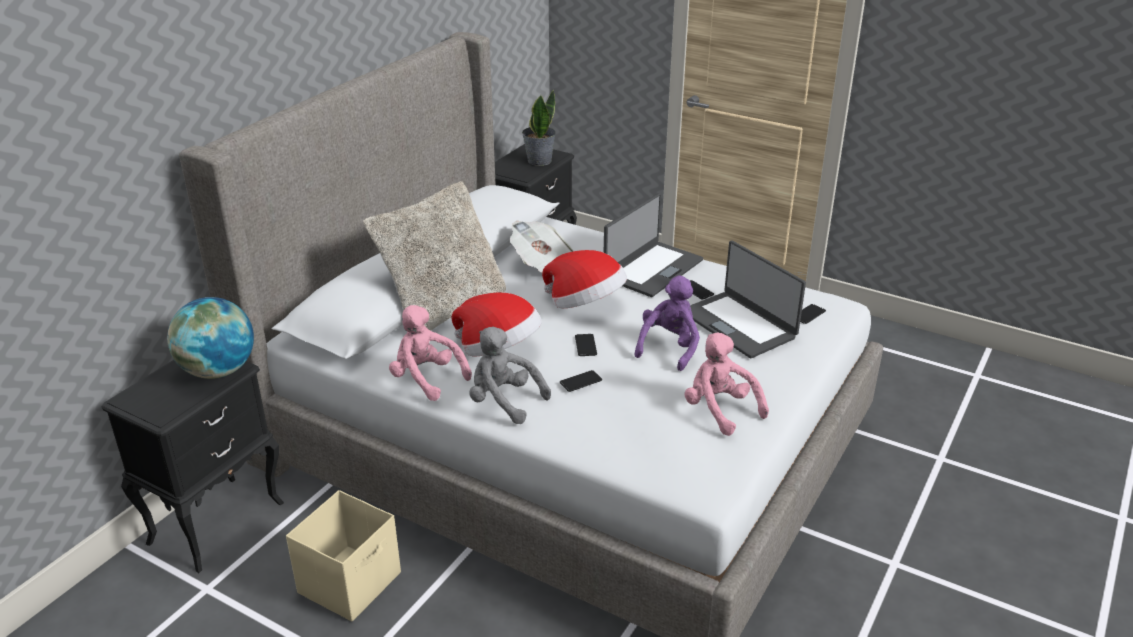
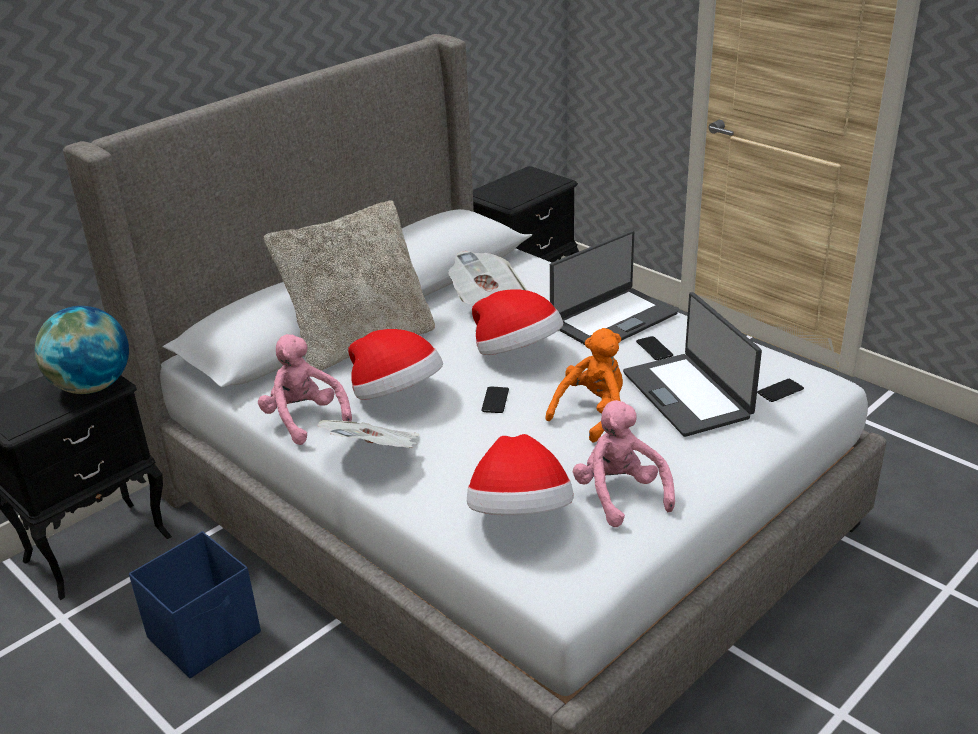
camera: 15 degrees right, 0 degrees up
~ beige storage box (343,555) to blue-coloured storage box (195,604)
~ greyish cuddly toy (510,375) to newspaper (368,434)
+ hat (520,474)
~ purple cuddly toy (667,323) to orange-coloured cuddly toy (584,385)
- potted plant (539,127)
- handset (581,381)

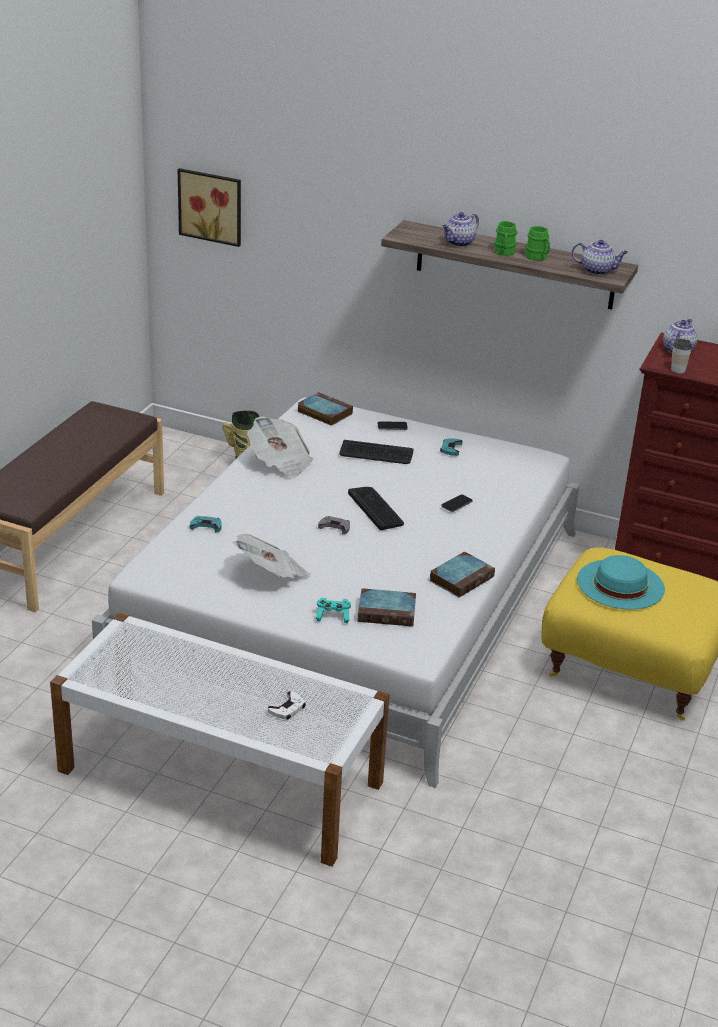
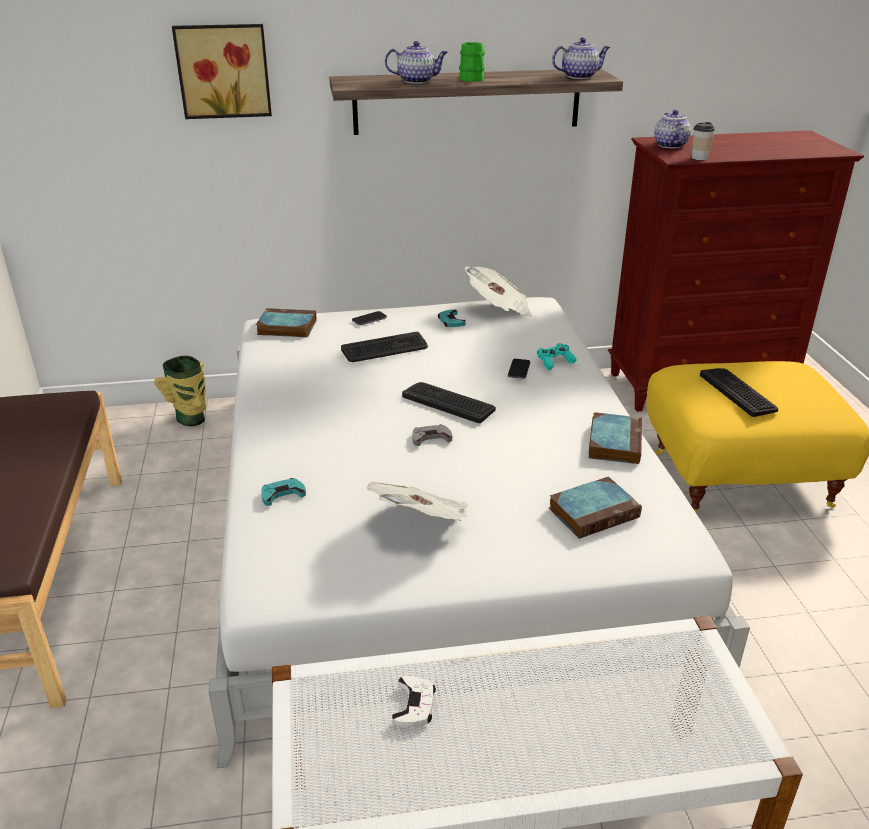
camera: 30 degrees left, 0 degrees up
~ picture (209,207) to (222,71)
~ pot for tea (461,229) = (416,62) 105 degrees counterclockwise
~ whitish joypad (287,705) to (414,701)
~ newspaper (280,447) to (498,291)
~ blue-green joypad (333,610) to (557,356)
~ blue-green hat (621,582) to computer keyboard (739,392)
- greenish mug (537,243)

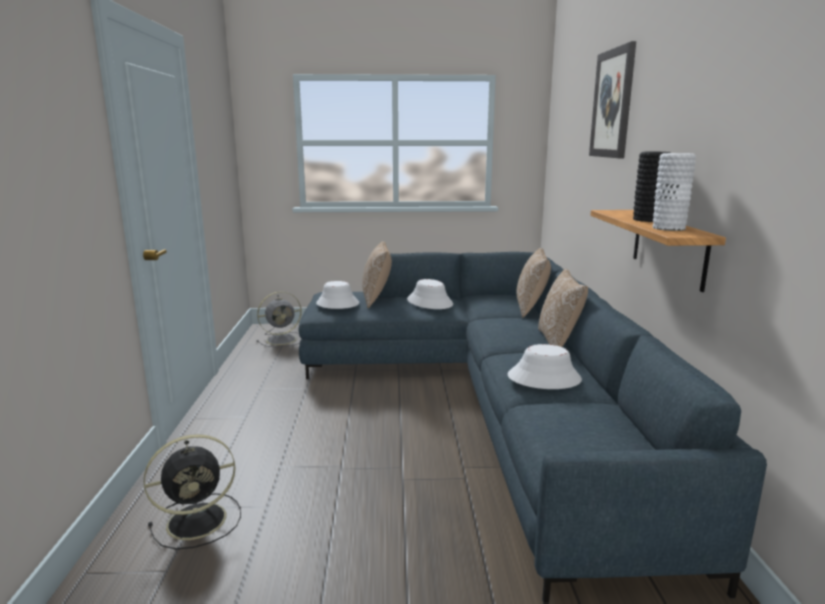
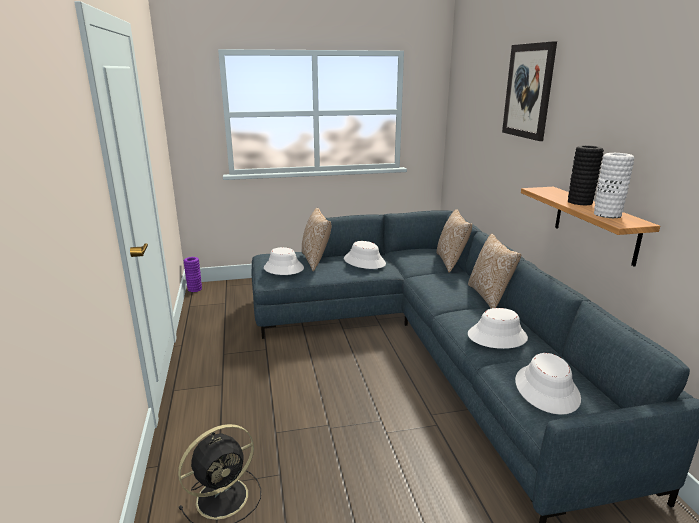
camera: 10 degrees left, 5 degrees up
+ purple vase (193,274)
+ whitish hat (548,384)
- greyish electric fan (279,319)

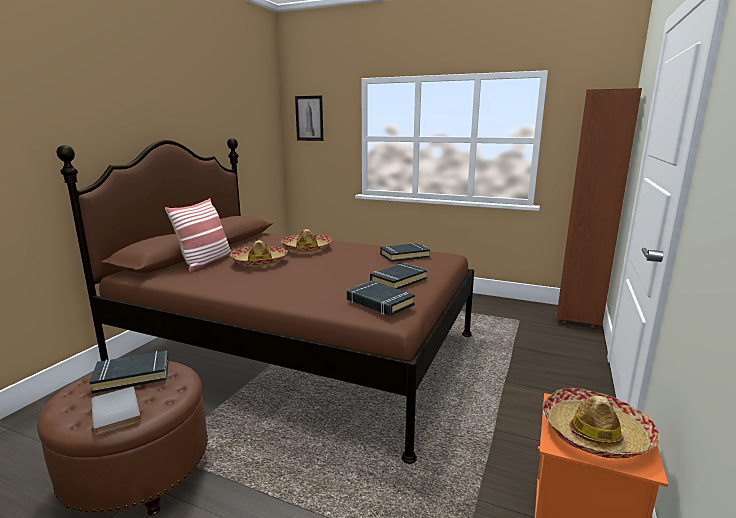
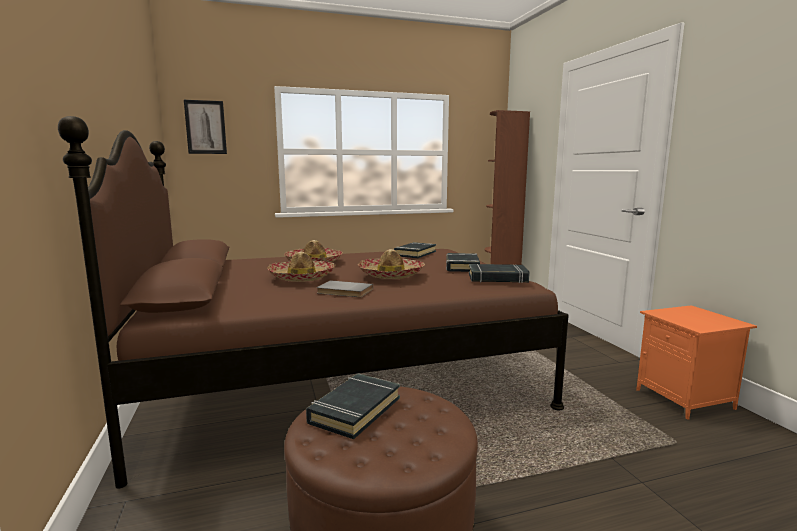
camera: 40 degrees left, 5 degrees down
~ greyish volume (116,410) to (345,288)
~ hat (601,423) to (391,264)
- pillow (198,235)

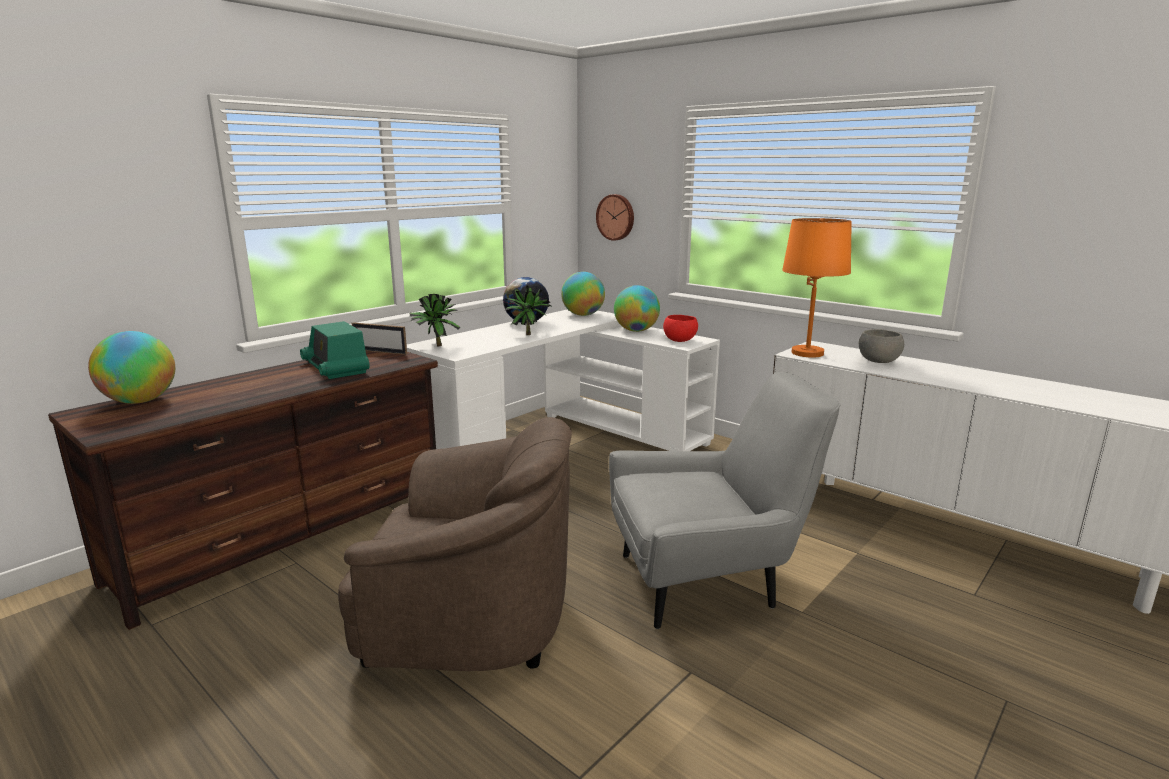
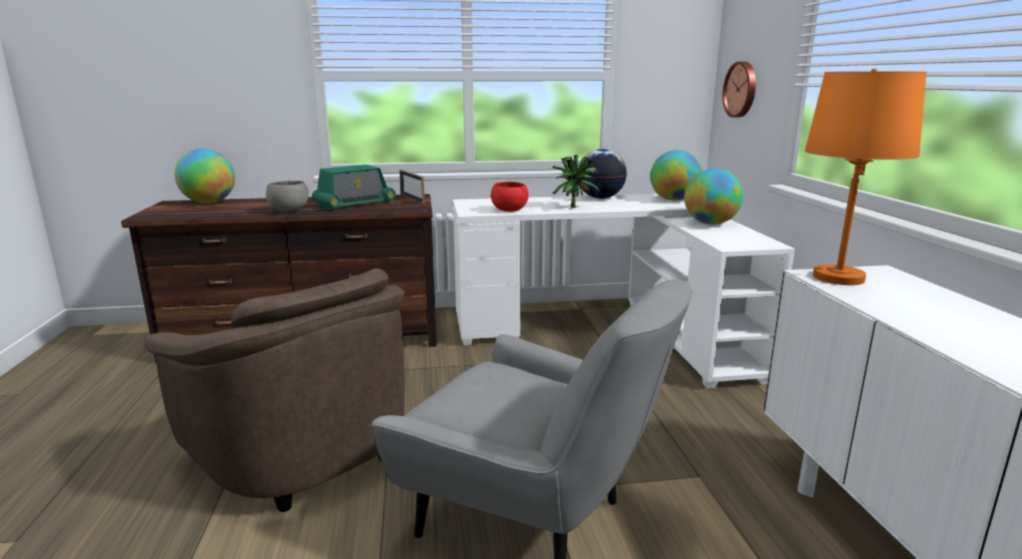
camera: 40 degrees right, 0 degrees up
~ greyish bowl (881,346) to (287,196)
~ radio receiver (335,350) = (354,187) 135 degrees counterclockwise
~ red-coloured bowl (680,328) to (510,197)
- potted plant (434,320)

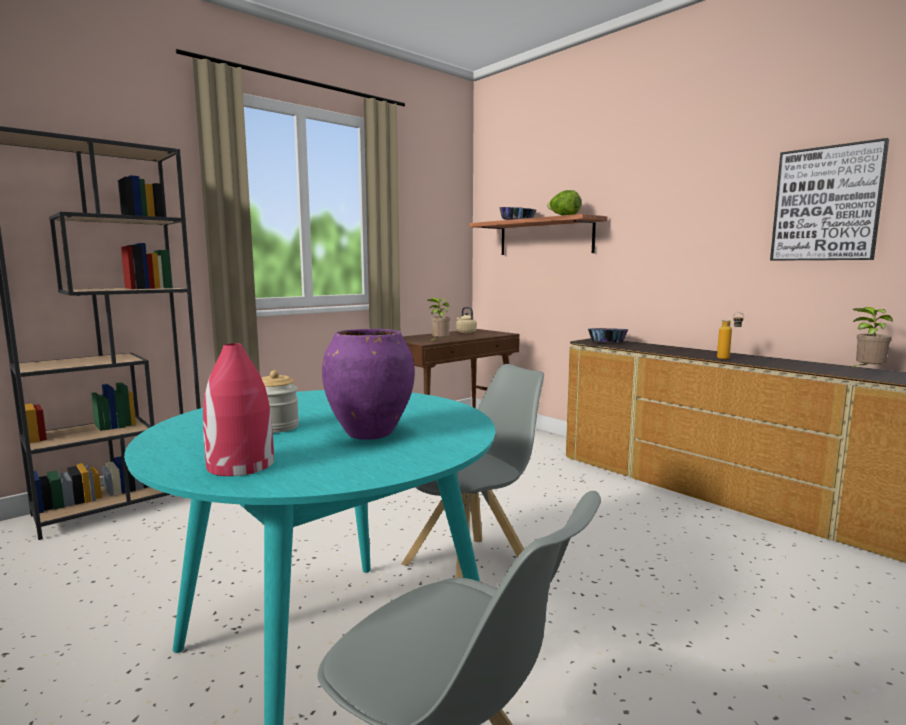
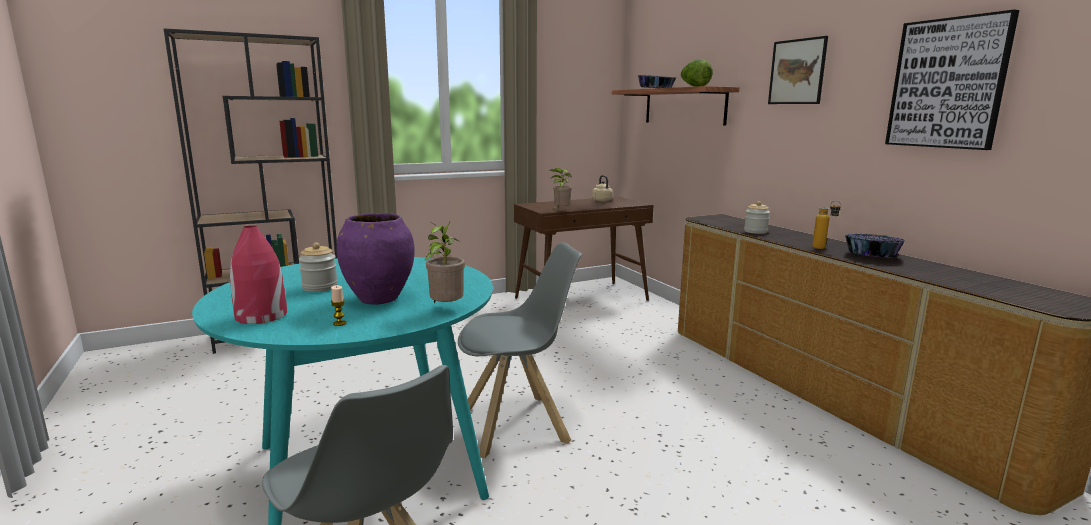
camera: 15 degrees right, 5 degrees up
+ wax candle (339,305)
~ potted plant (871,338) to (445,263)
+ jar (757,217)
+ picture (798,70)
~ bowl (608,335) to (875,245)

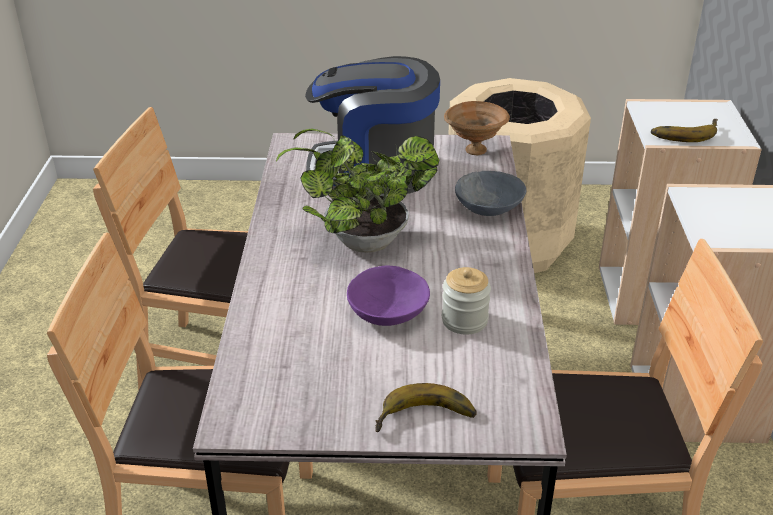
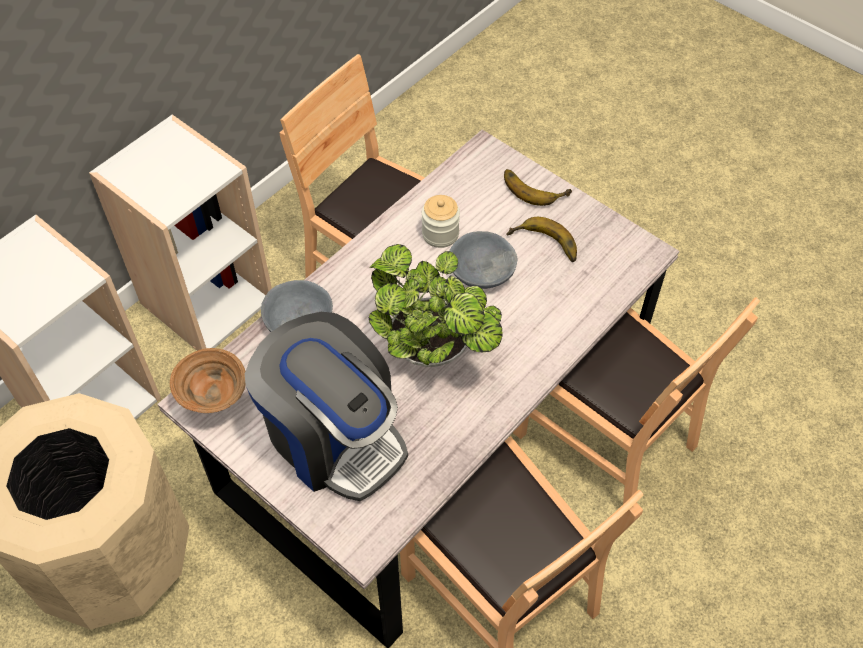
camera: 140 degrees left, 20 degrees up
~ purple bowl (388,295) to greyish bowl (483,260)
~ banana fruit (684,130) to (541,239)

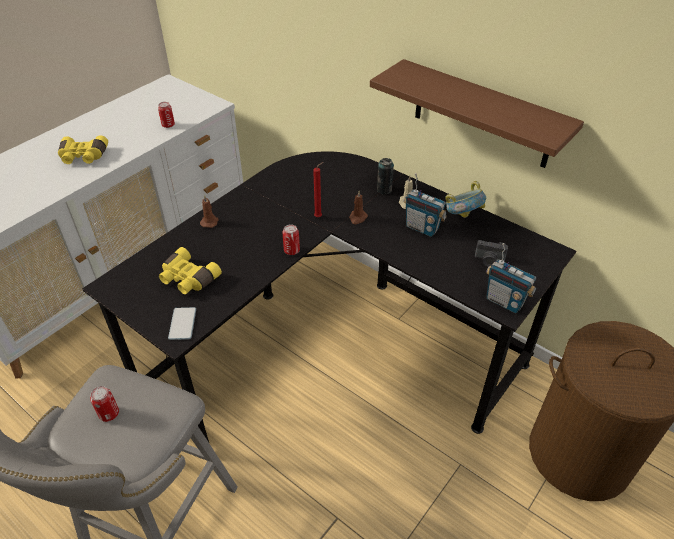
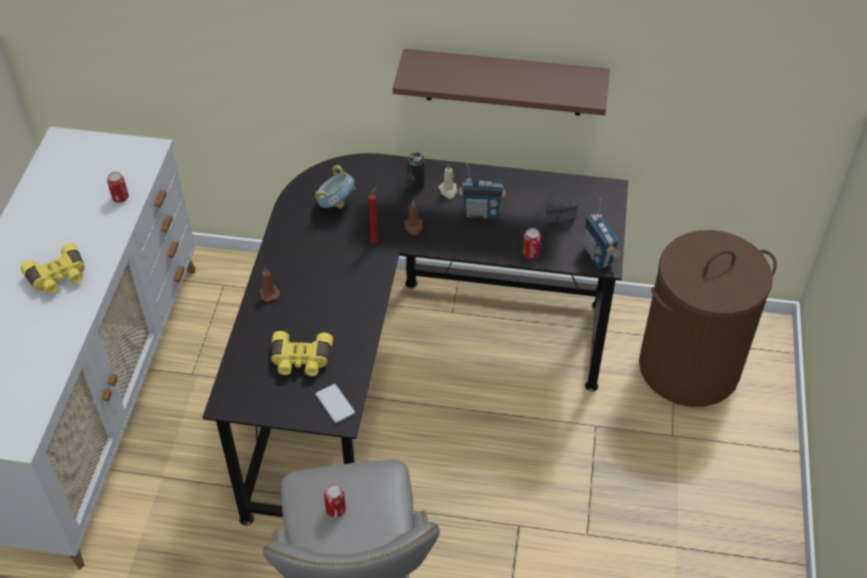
camera: 30 degrees left, 5 degrees up
~ bowl (465,199) to (335,186)
~ metal can (291,239) to (532,243)
~ radio receiver (511,278) = (602,233) 60 degrees clockwise

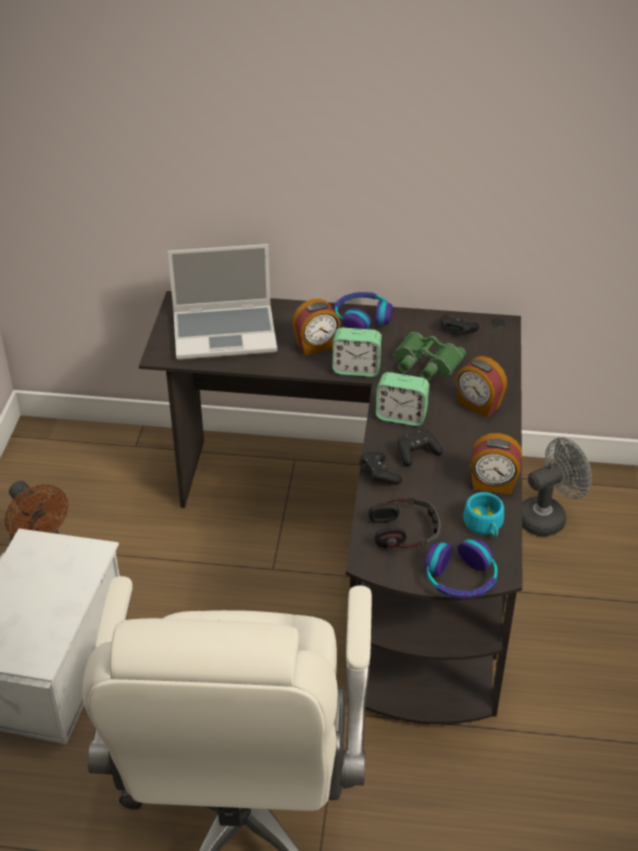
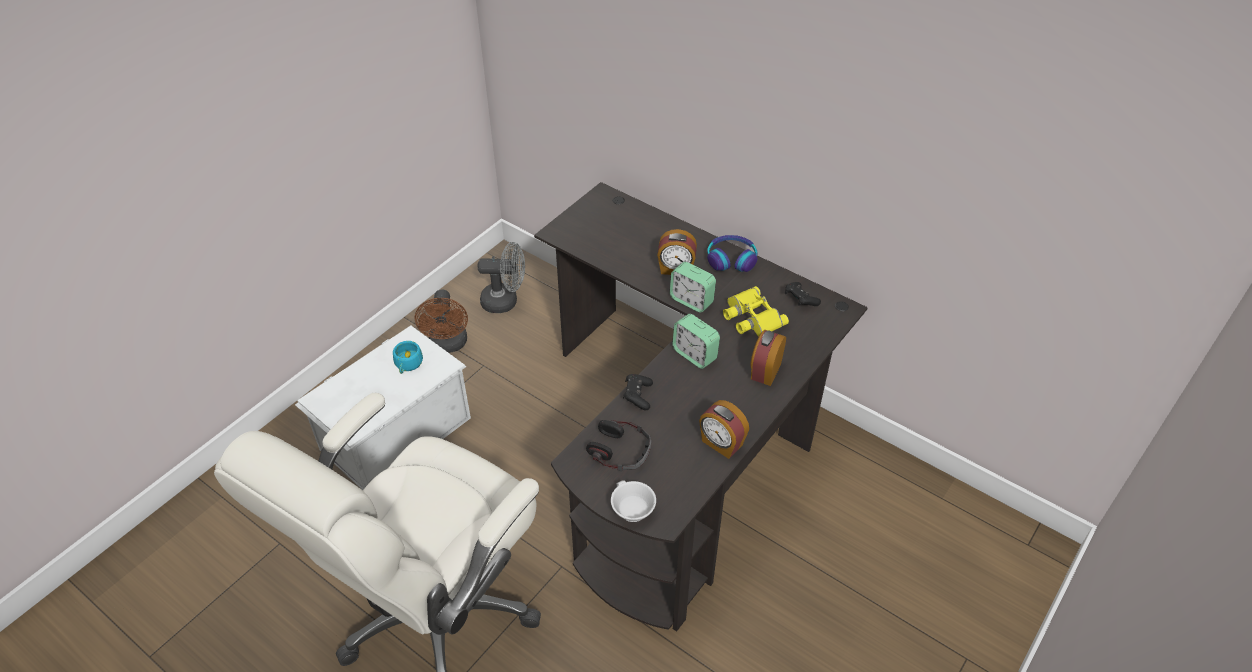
camera: 30 degrees right, 5 degrees up
~ blue-green small cup (483,514) to (408,357)
~ greyish electric fan (557,487) to (501,277)
~ pair of headphones (461,568) to whitish small cup (633,501)
~ greenish binoculars (429,356) to yellowish binoculars (756,311)
~ alarm clock (481,387) = (768,358) 45 degrees clockwise
- laptop (222,302)
- black-coloured joypad (420,448)

